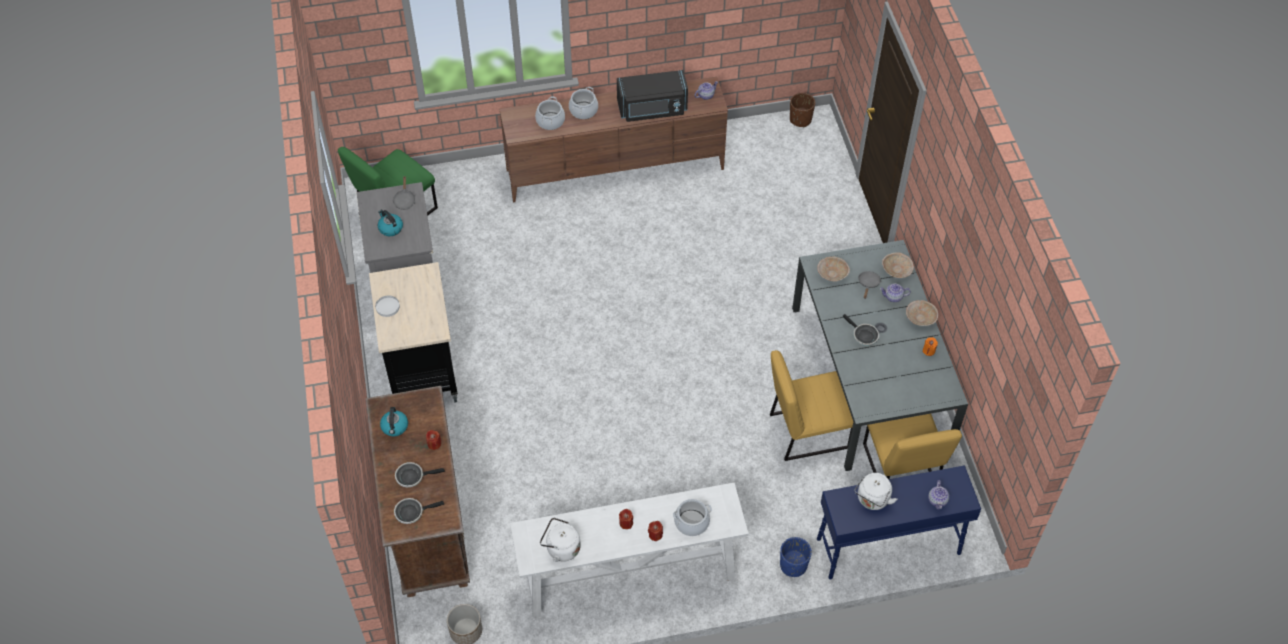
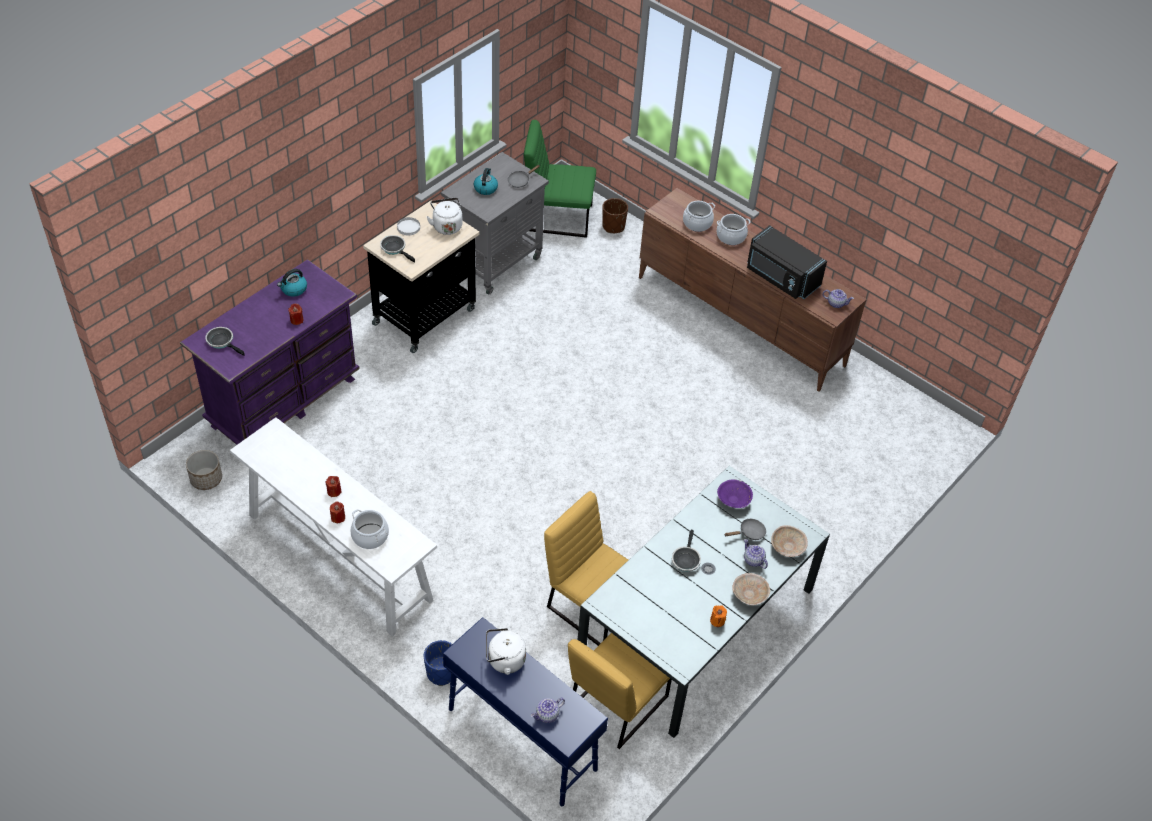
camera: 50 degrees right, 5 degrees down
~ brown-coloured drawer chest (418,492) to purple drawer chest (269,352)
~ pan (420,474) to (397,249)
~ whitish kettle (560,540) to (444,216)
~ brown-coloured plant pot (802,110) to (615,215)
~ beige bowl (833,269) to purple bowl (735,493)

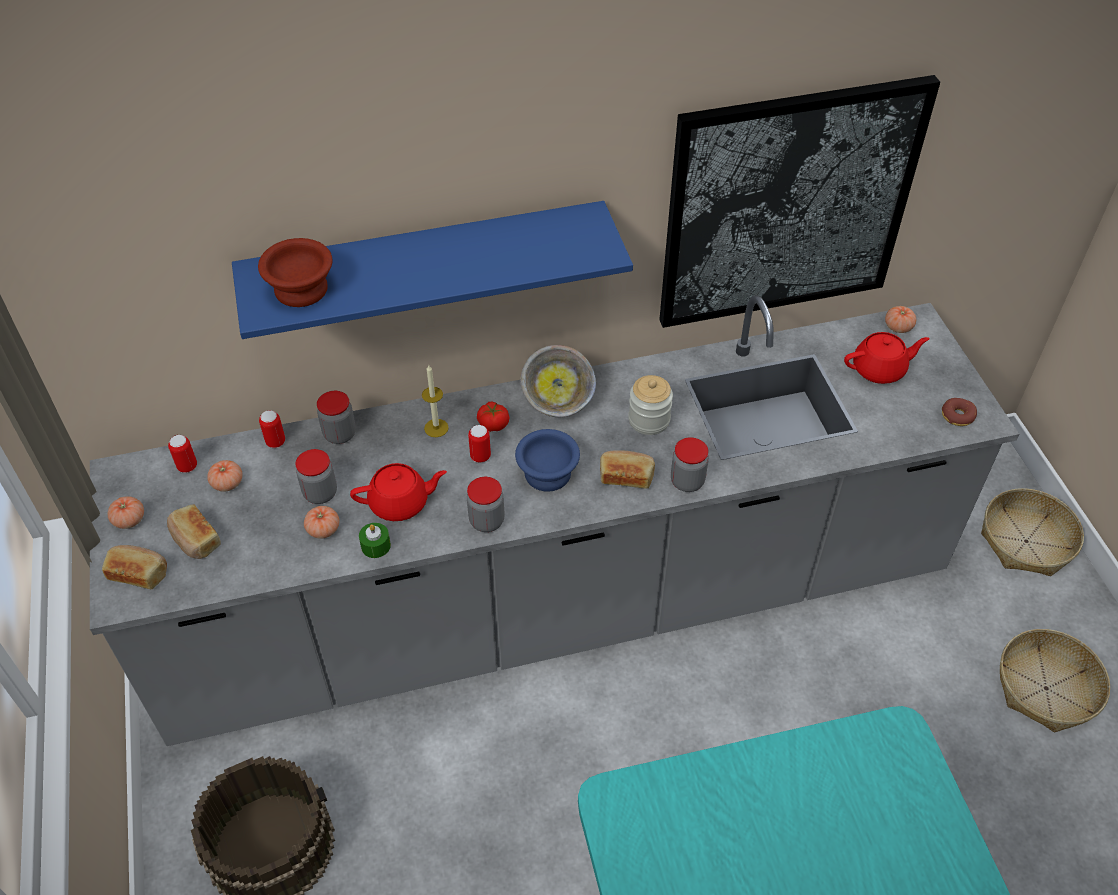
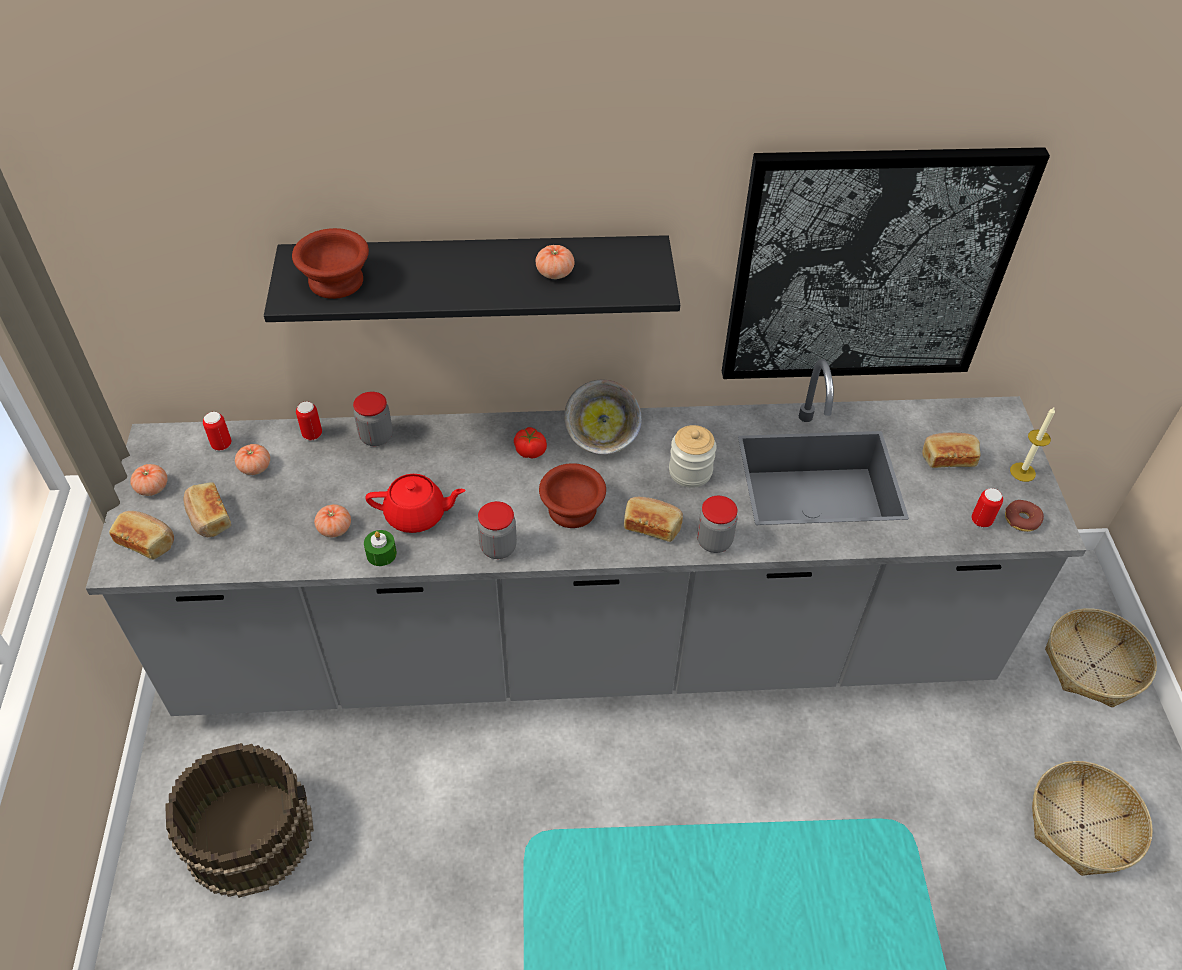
camera: 10 degrees right, 0 degrees up
~ blue-coloured shelf (432,270) to black-coloured shelf (472,278)
~ whole tomato (900,319) to (555,262)
~ blue-coloured bowl (547,460) to brown-coloured bowl (572,495)
~ red-coloured pot for tea (887,358) to bakery bread (951,450)
~ metal can (479,444) to (987,508)
~ wax candle (435,401) to (1032,444)
- jar (316,476)

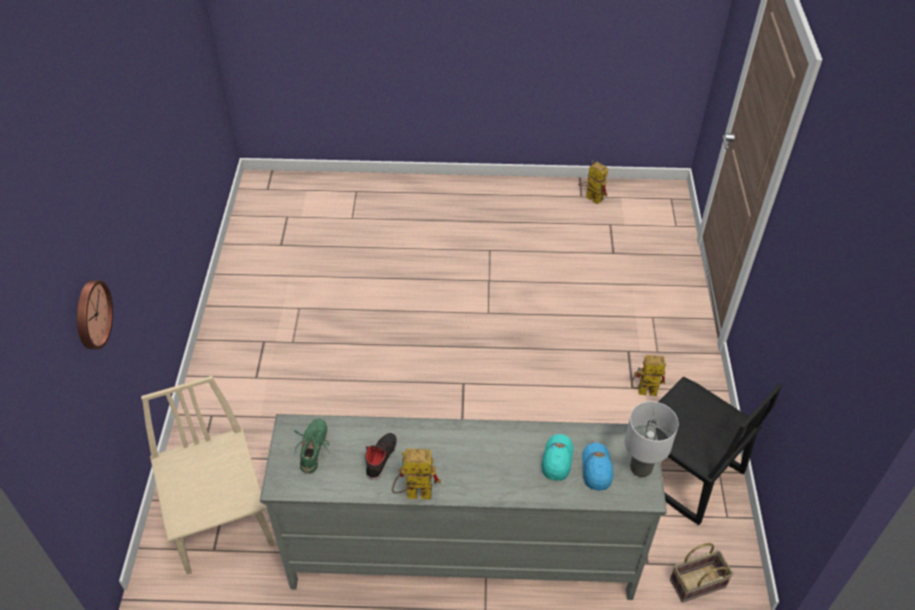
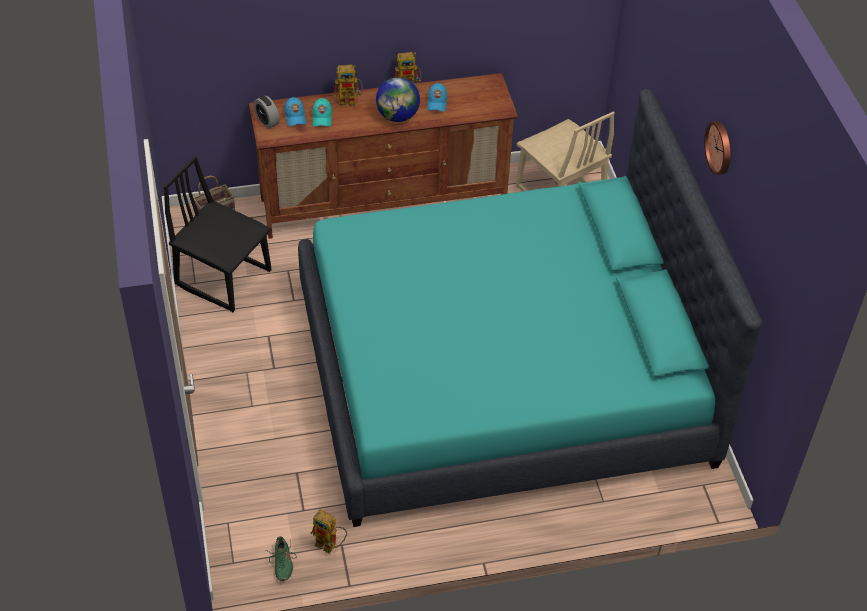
camera: 165 degrees right, 0 degrees up
~ greyish drawer chest (463,507) to brown-coloured drawer chest (383,156)
~ whitish lamp for a table (652,439) to alarm clock (267,112)
~ greenish item of footwear (312,445) to (281,558)
+ blue-green bed (530,308)
~ toy robot (648,375) to (348,86)
+ globe (398,99)
~ black-coloured item of footwear (381,456) to blue-coloured peaked cap (437,97)
~ wall clock (95,314) to (717,148)

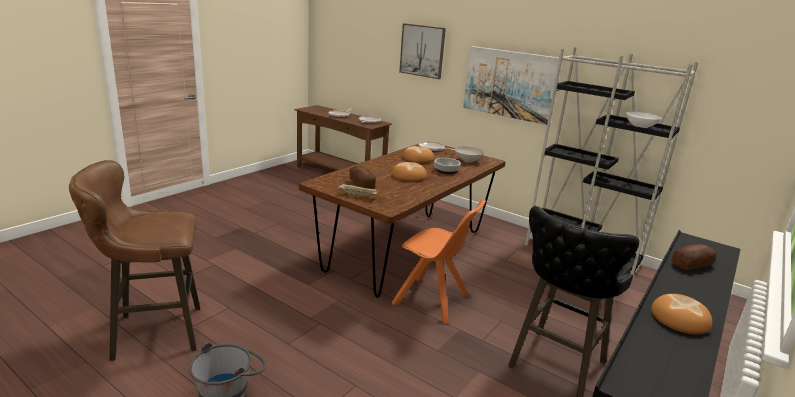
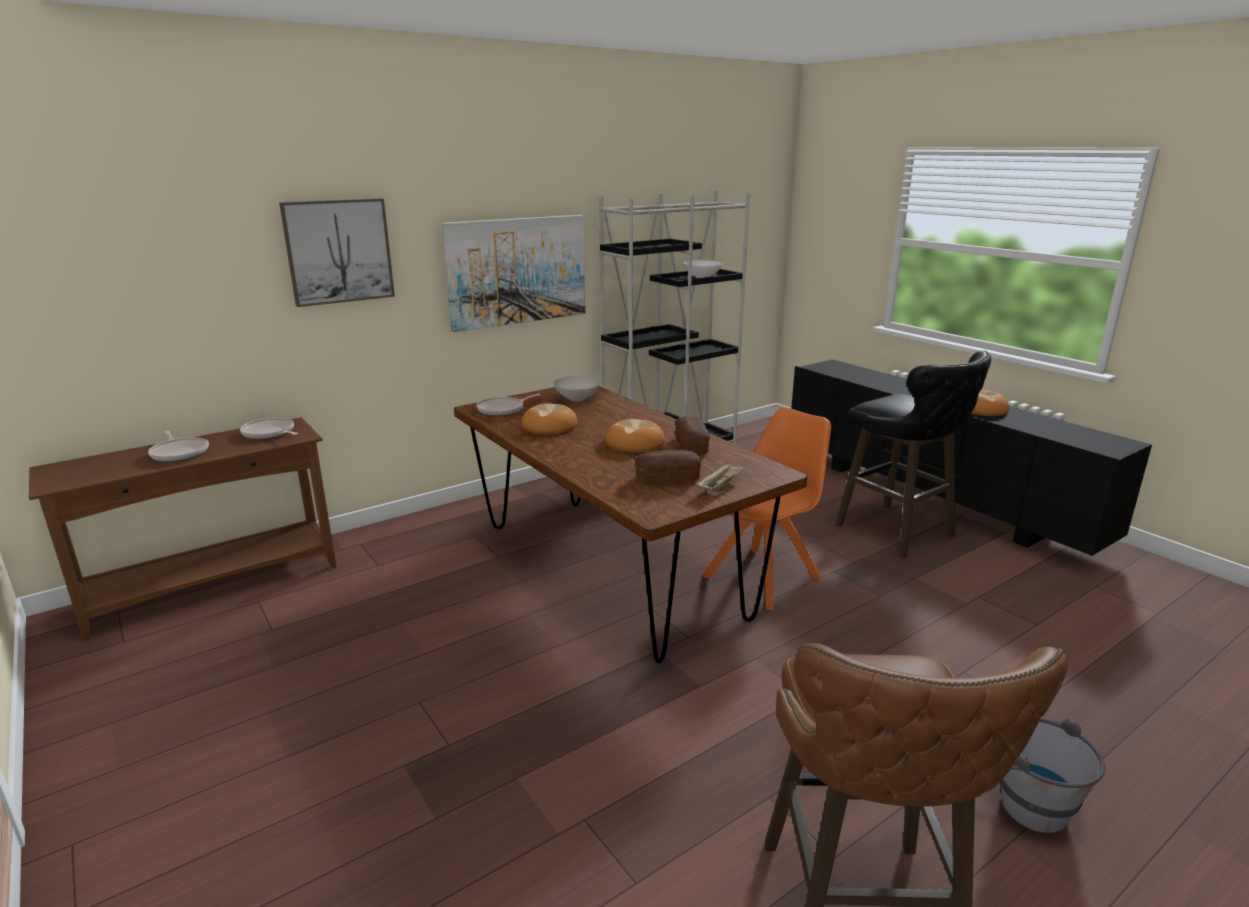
camera: 70 degrees left, 0 degrees up
~ bakery bread (694,257) to (692,436)
- bowl (447,166)

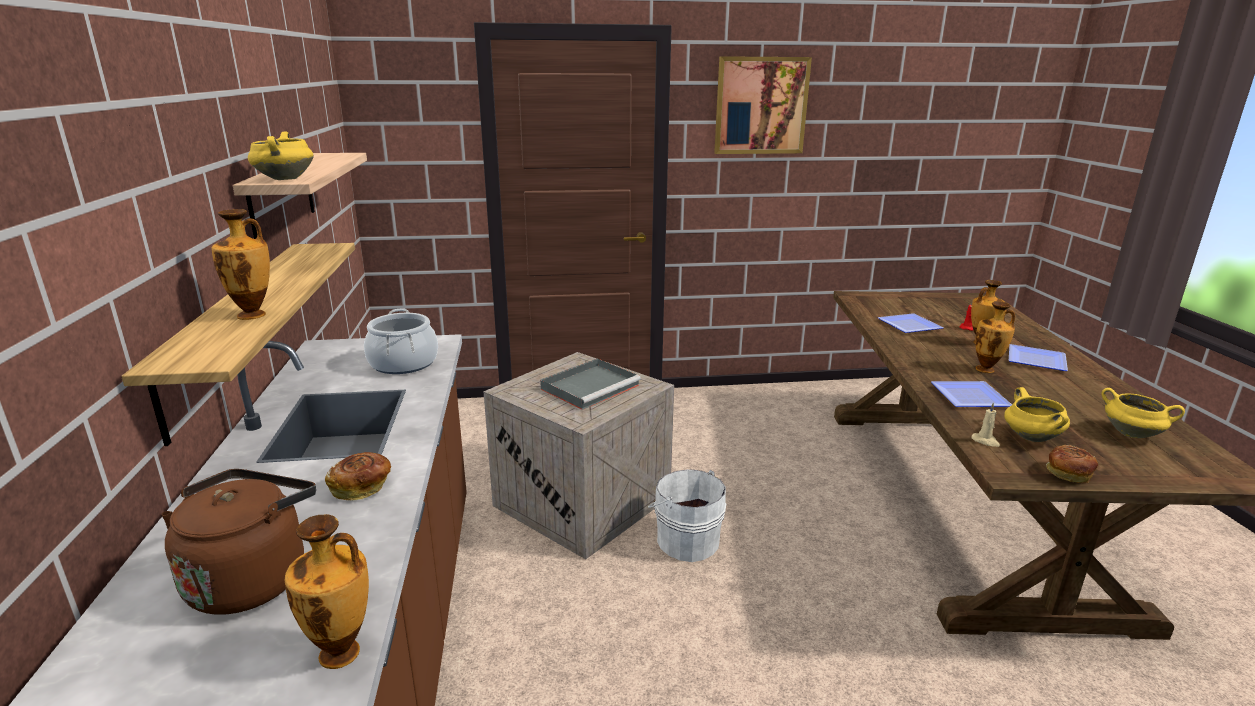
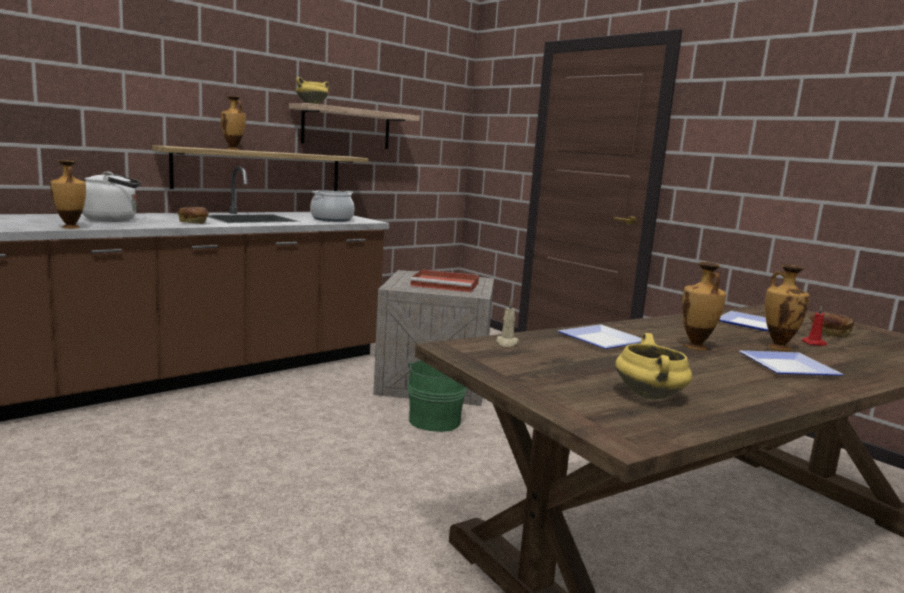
camera: 55 degrees right, 10 degrees down
~ brown-coloured kettle (238,542) to whitish kettle (111,197)
~ whitish pail (687,515) to greenish pail (437,396)
~ greyish serving tray (590,384) to red-coloured serving tray (444,280)
~ bakery bread (1072,464) to (831,324)
- picture (763,105)
- yellowish stockpot (1037,414)

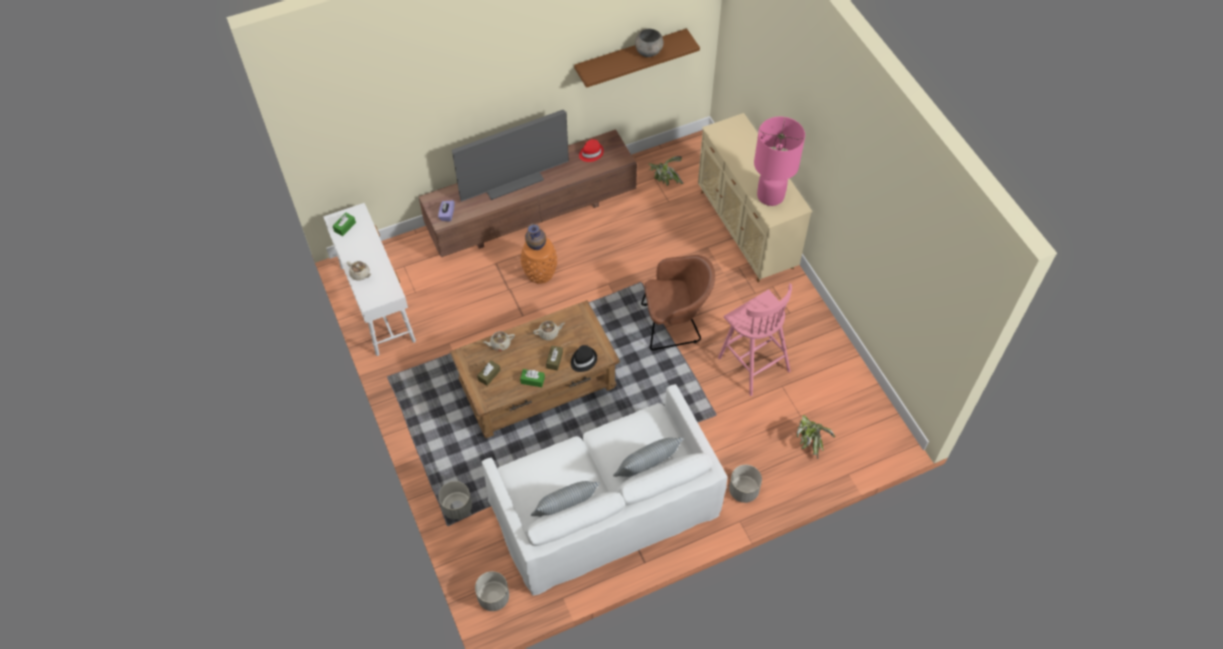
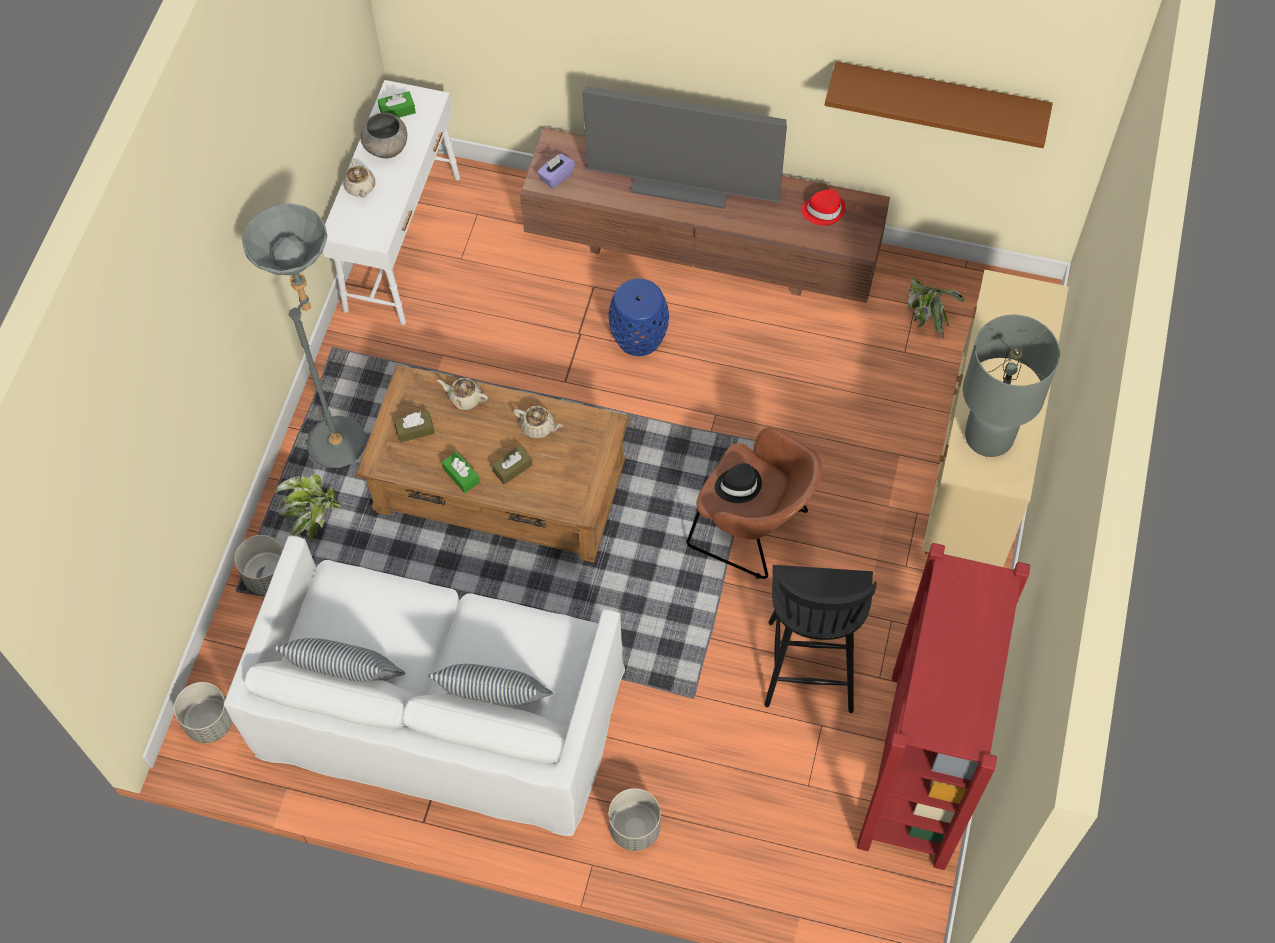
camera: 40 degrees right, 5 degrees up
+ greyish standard lamp (304,335)
~ potted plant (816,437) to (308,506)
~ greyish bowl (649,43) to (383,135)
~ orange-coloured stool seat (539,261) to blue-coloured stool seat (638,317)
~ black-coloured hat (584,358) to (738,483)
~ pink-coloured stool seat (755,339) to black-coloured stool seat (820,639)
+ red-coloured shelving unit (943,706)
~ pink-coloured lamp for a table (779,161) to greyish lamp for a table (1011,386)
- vase (535,237)

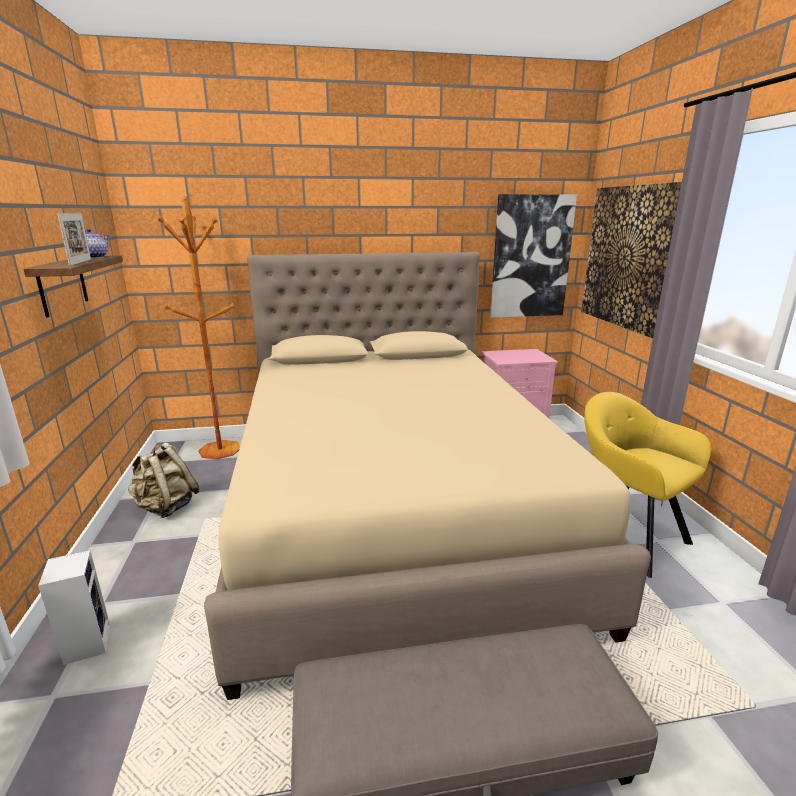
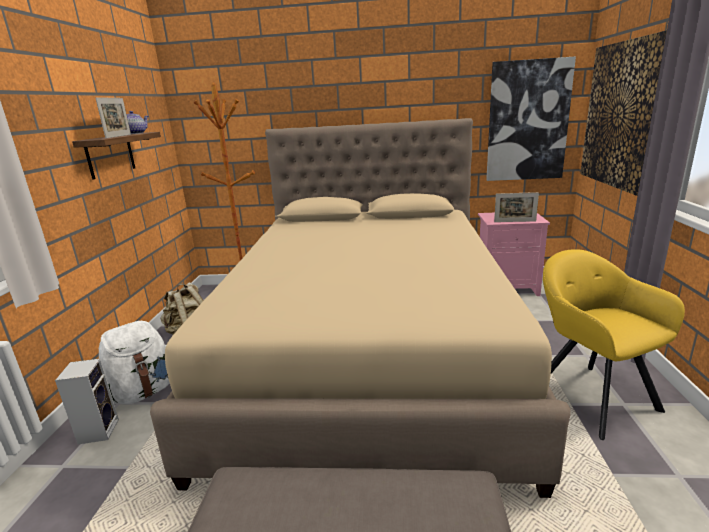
camera: 15 degrees right, 0 degrees up
+ whitish backpack (134,362)
+ photo frame (516,207)

